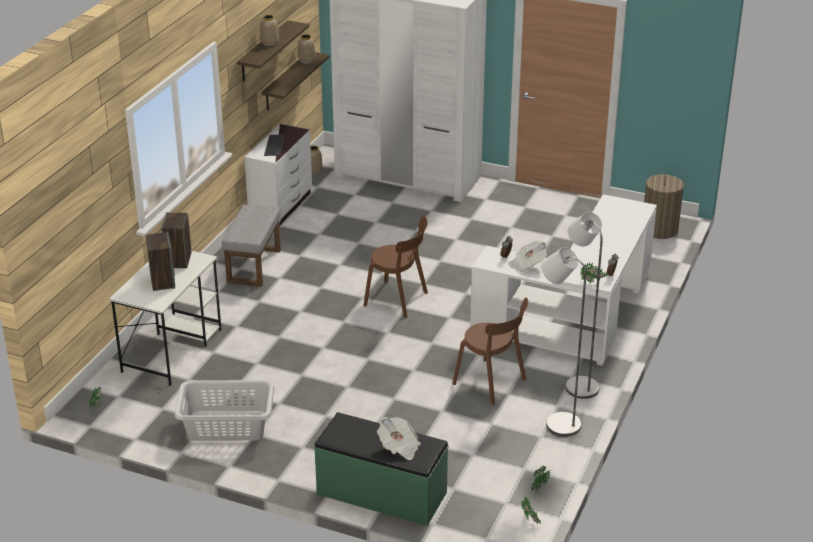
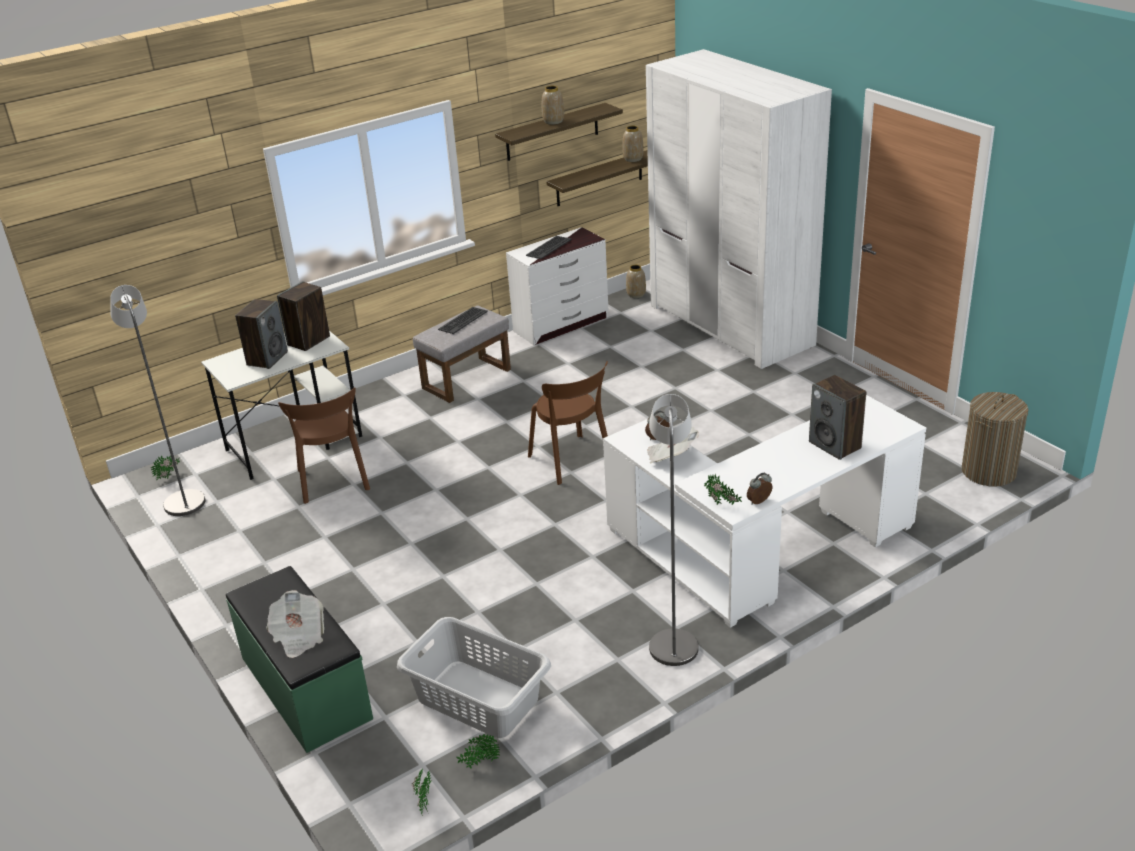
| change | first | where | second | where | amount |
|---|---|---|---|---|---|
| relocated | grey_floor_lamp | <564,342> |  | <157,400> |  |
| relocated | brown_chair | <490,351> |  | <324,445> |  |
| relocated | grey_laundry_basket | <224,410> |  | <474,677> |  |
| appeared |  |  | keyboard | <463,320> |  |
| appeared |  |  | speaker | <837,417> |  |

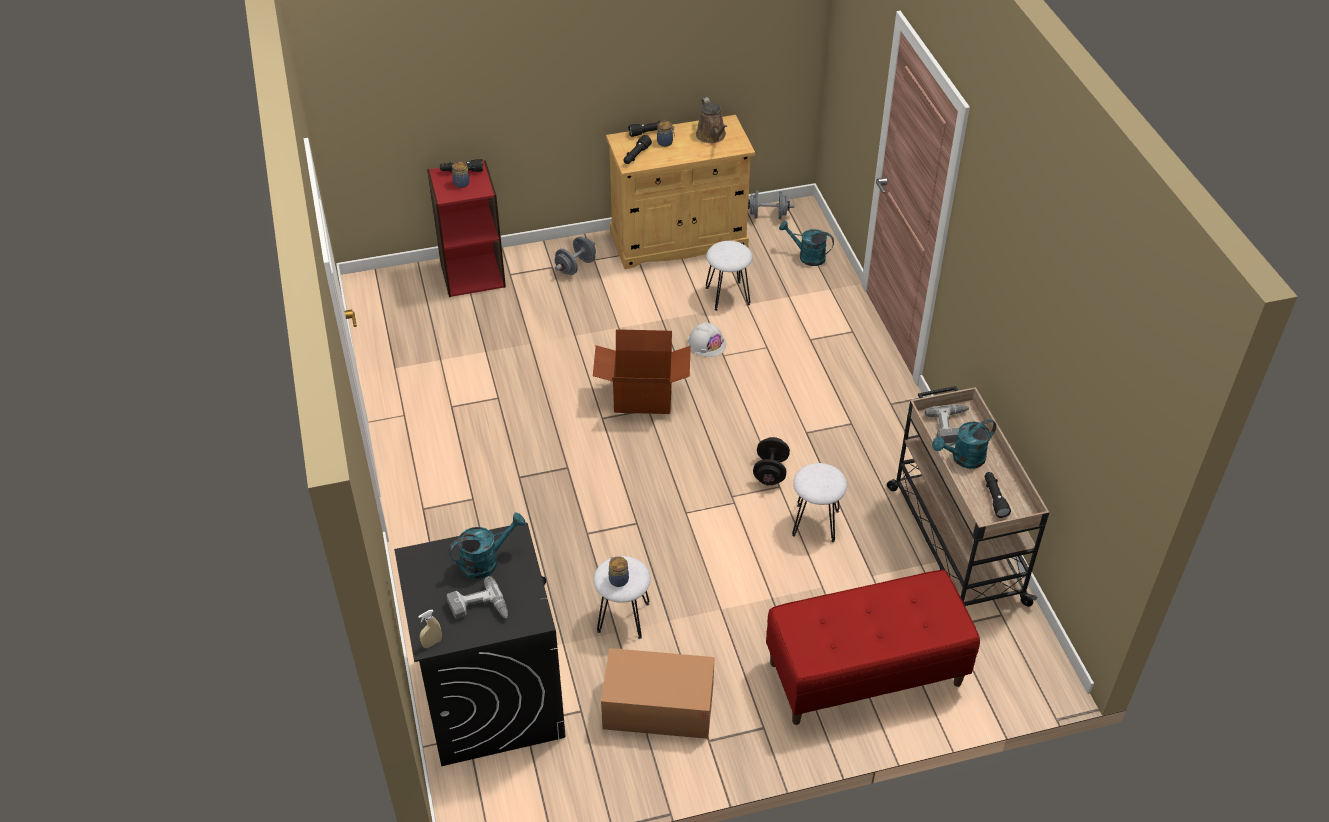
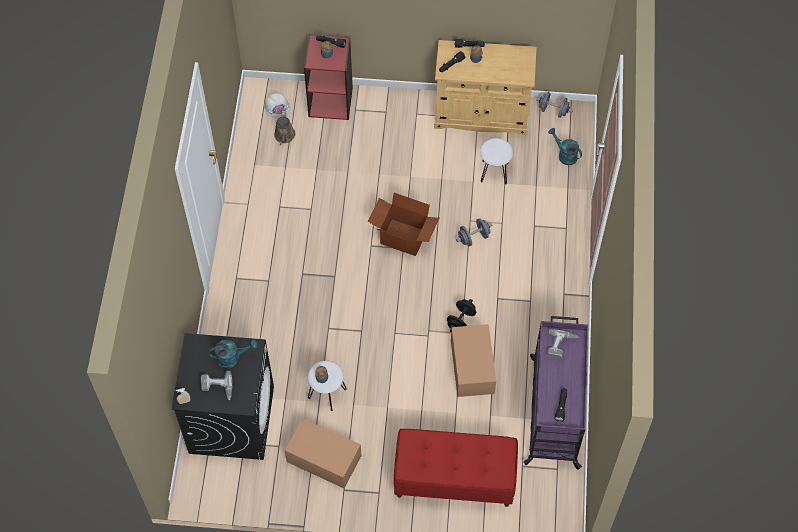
| change | first | where | second | where | amount |
|---|---|---|---|---|---|
| relocated | brown_watering_can | <711,120> |  | <284,128> |  |
| relocated | grey_dumbbell | <575,256> |  | <474,232> |  |
| relocated | white_hard_hat | <707,339> |  | <277,105> |  |
| colour | beige_cart | <968,496> | purple_cart | <556,393> |  |
| missing | turquoise_watering_can | <964,444> |  |  |  |
| exchanged | white_stool | <819,502> | cardboard_box | <473,360> |  |

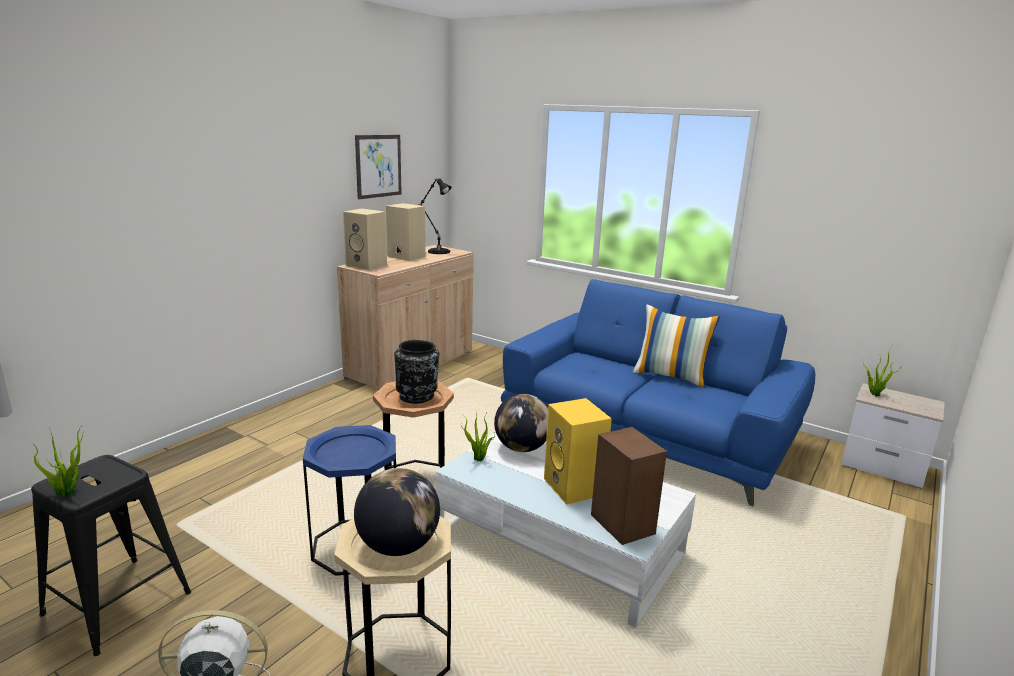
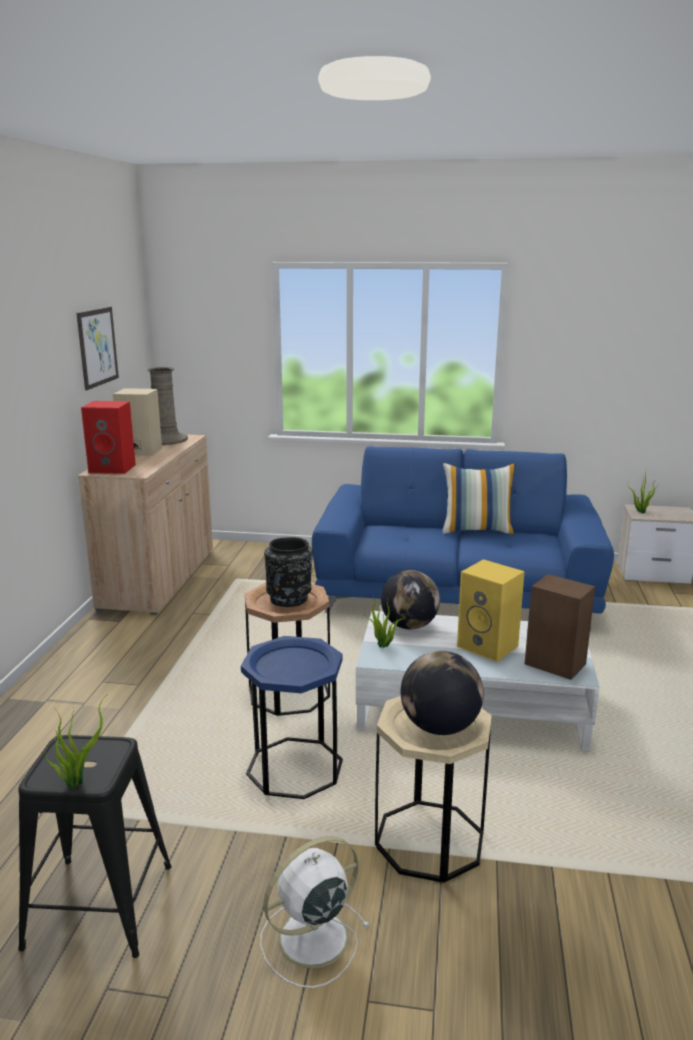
| change | first | where | second | where | amount |
|---|---|---|---|---|---|
| exchanged | black_table_lamp | <435,216> | beige_vase | <167,406> |  |
| colour | beige_speaker | <365,239> | red_speaker | <108,437> |  |

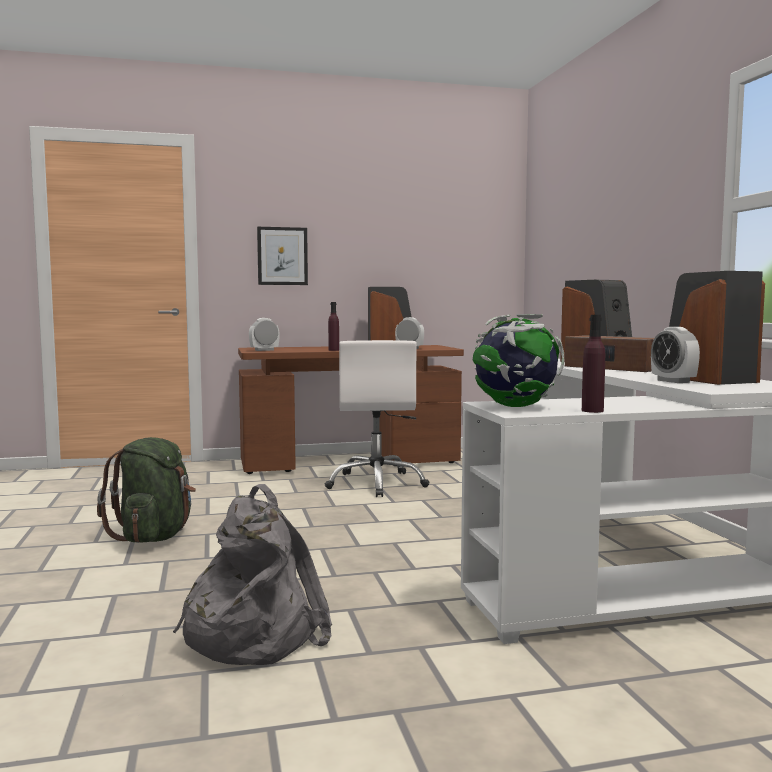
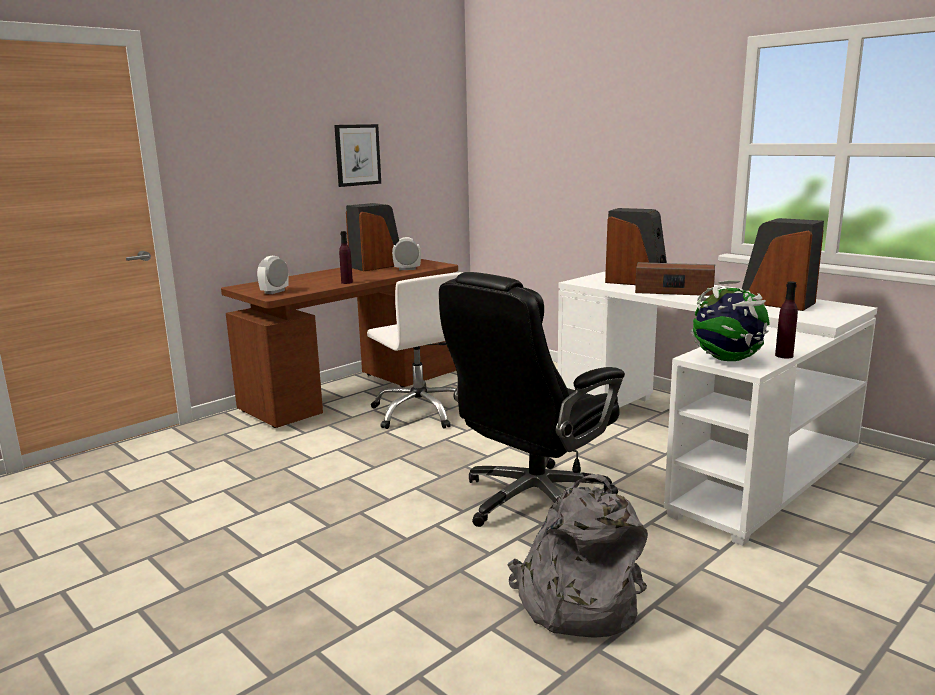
| change | first | where | second | where | amount |
|---|---|---|---|---|---|
| relocated | picture | <282,256> |  | <357,155> |  |
| missing | alarm_clock | <675,355> |  |  |  |
| missing | green_backpack | <146,490> |  |  |  |
| appeared |  |  | black_office_chair | <532,399> |  |

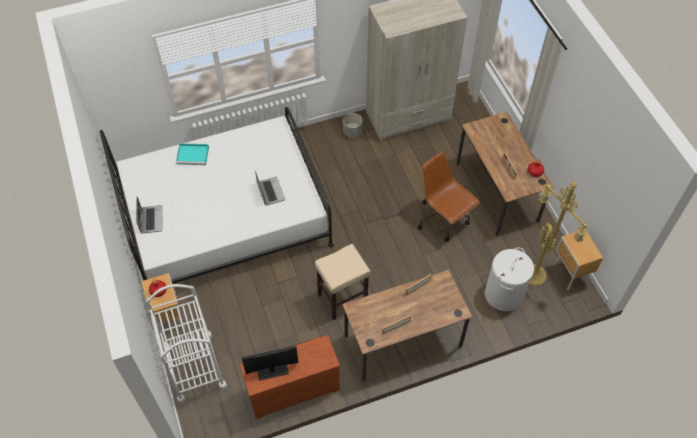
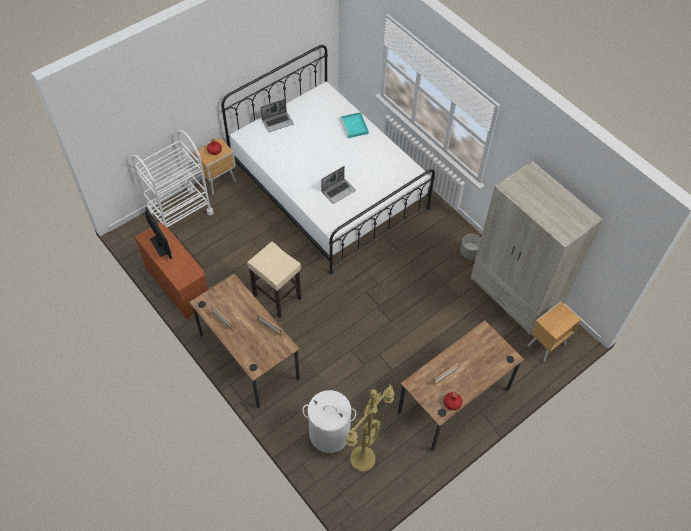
| change | first | where | second | where | amount |
|---|---|---|---|---|---|
| missing | brown_office_chair | <449,197> |  |  |  |
| relocated | brown_nightstand | <577,261> |  | <554,332> |  |

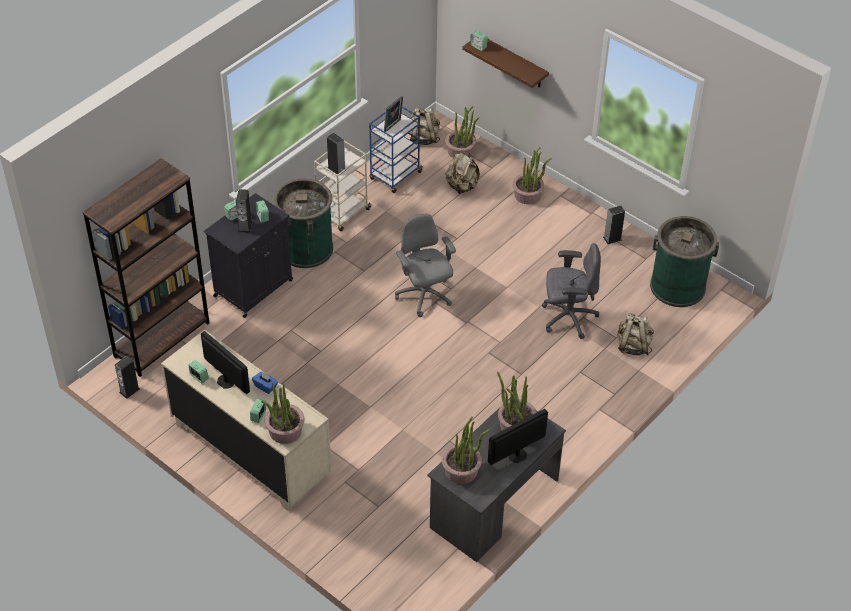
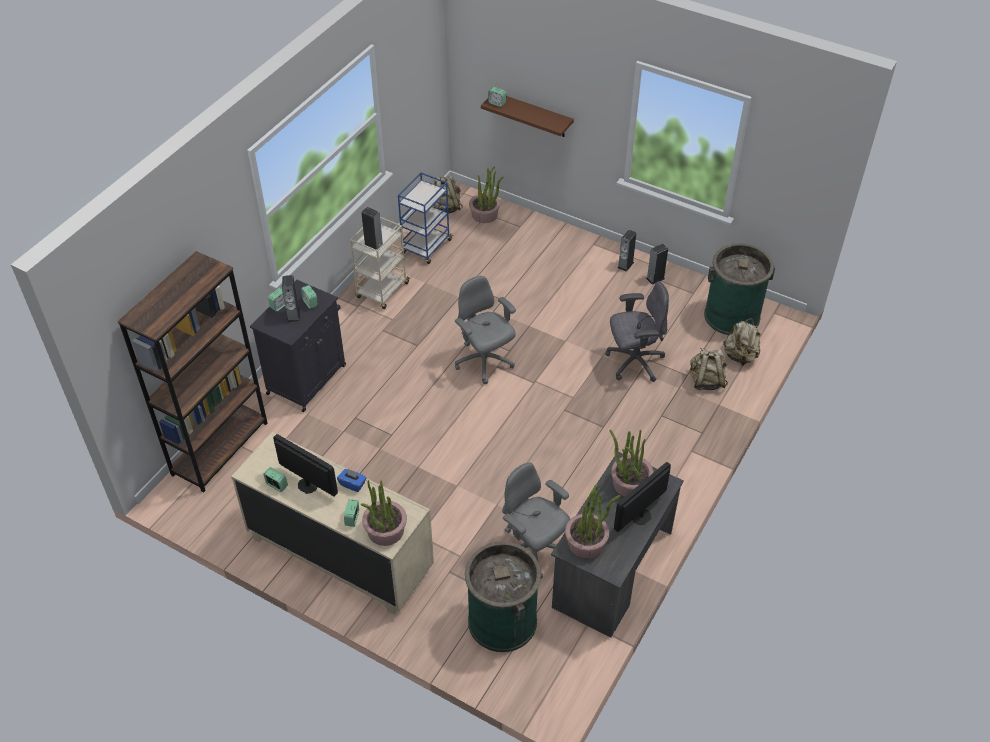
| change | first | where | second | where | amount |
|---|---|---|---|---|---|
| missing | picture_frame | <393,114> |  |  |  |
| missing | potted_plant | <532,175> |  |  |  |
| relocated | beige_backpack | <462,172> |  | <741,342> |  |
| relocated | green_trash_can | <303,223> |  | <503,596> |  |
| relocated | speaker | <127,377> |  | <627,251> |  |
| appeared |  |  | grey_office_chair | <536,520> |  |

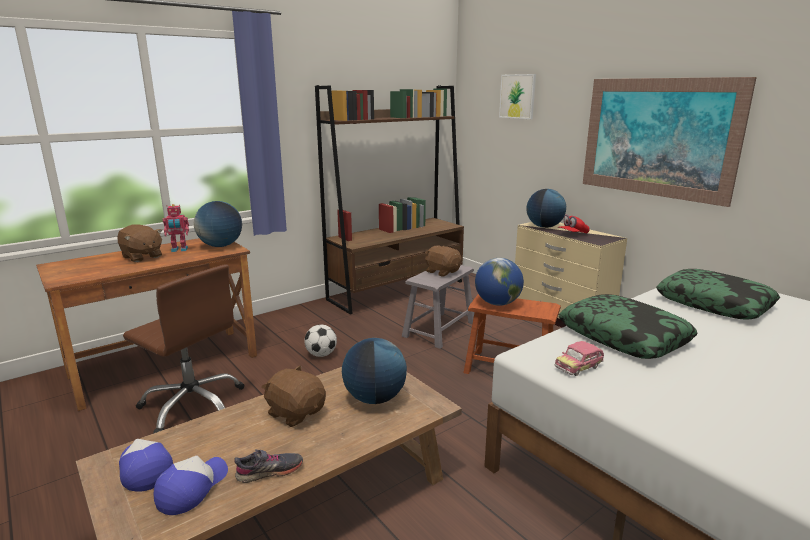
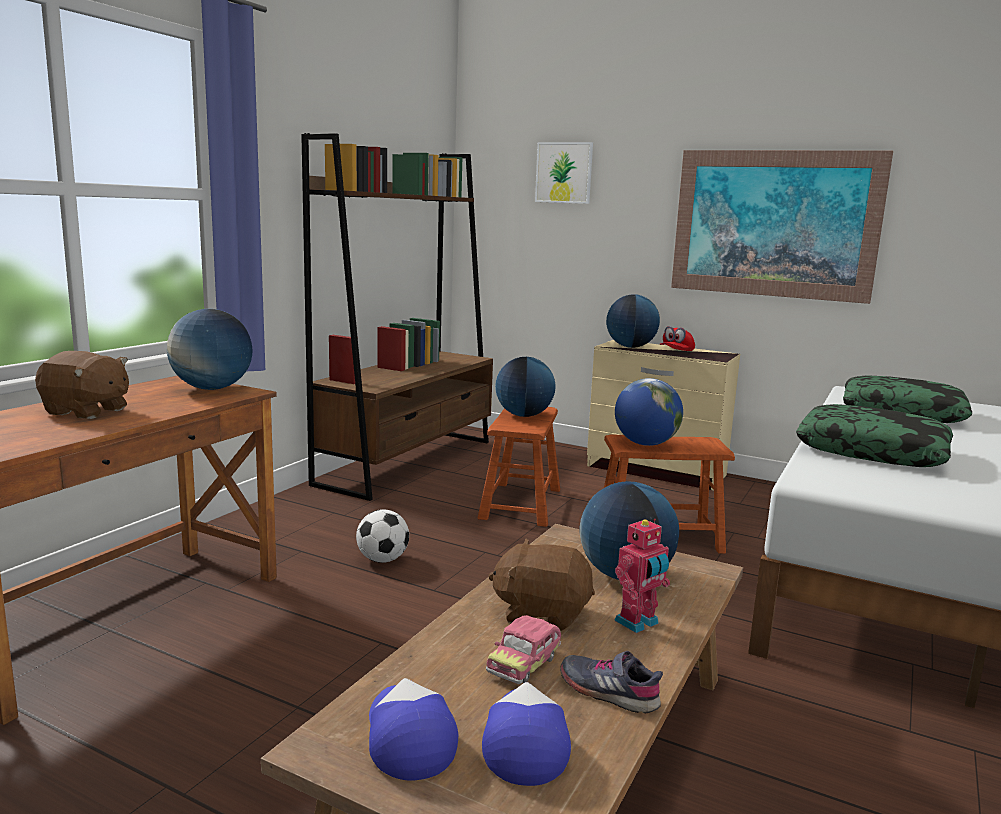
| change | first | where | second | where | amount |
|---|---|---|---|---|---|
| relocated | toy_robot | <176,228> |  | <642,576> |  |
| exchanged | brown_plush_toy | <443,261> | globe | <525,387> |  |
| missing | brown_office_chair | <183,349> |  |  |  |
| colour | grey_stool | <438,307> | brown_stool | <518,467> |  |
| relocated | toy_car | <579,358> |  | <523,649> |  |
| spun | cap | <146,465> |  | <413,729> | 45 degrees clockwise |
| spun | grey_shoe | <269,466> |  | <611,682> | 105 degrees counterclockwise |

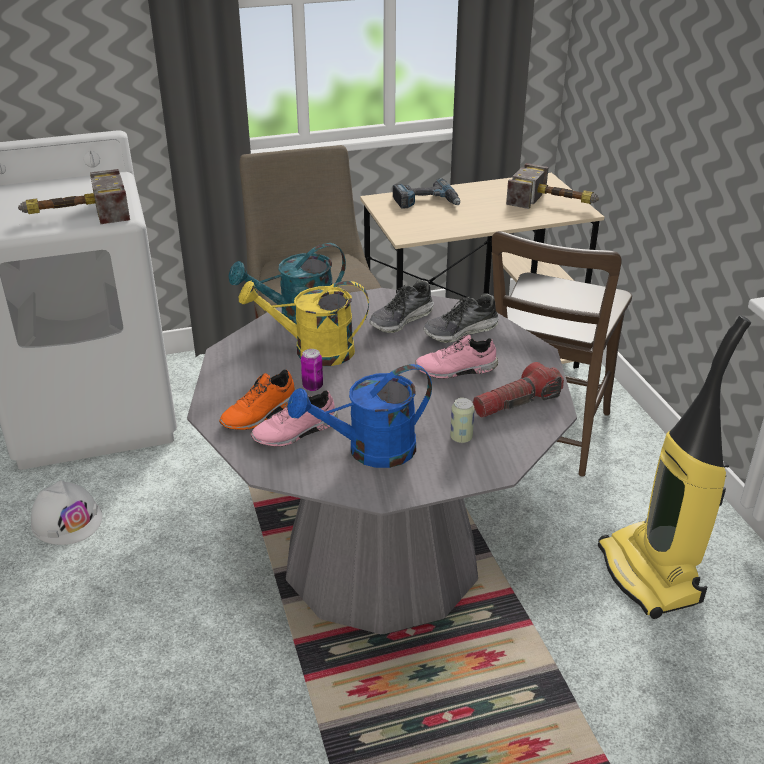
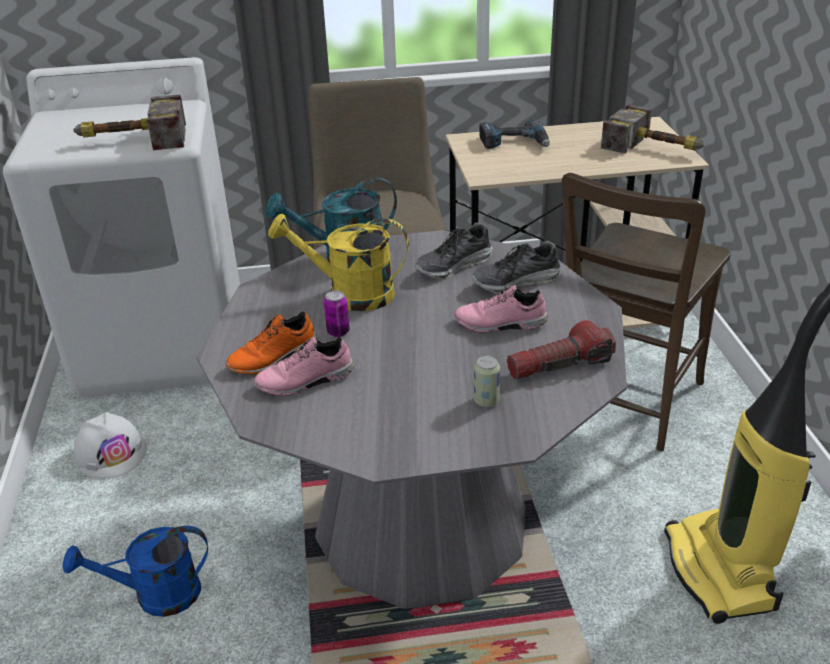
| change | first | where | second | where | amount |
|---|---|---|---|---|---|
| relocated | blue_watering_can | <360,416> |  | <135,571> |  |

